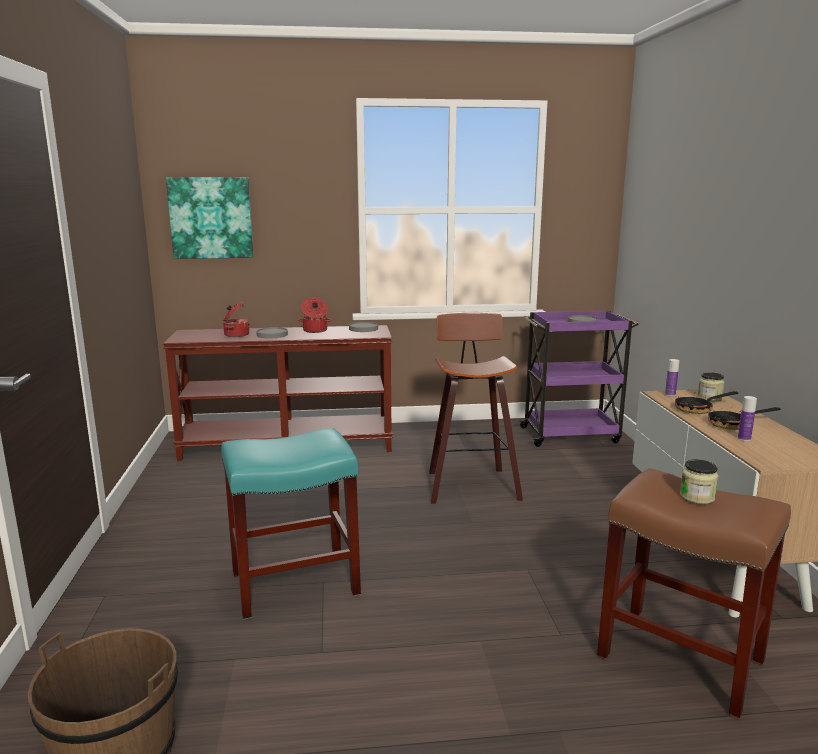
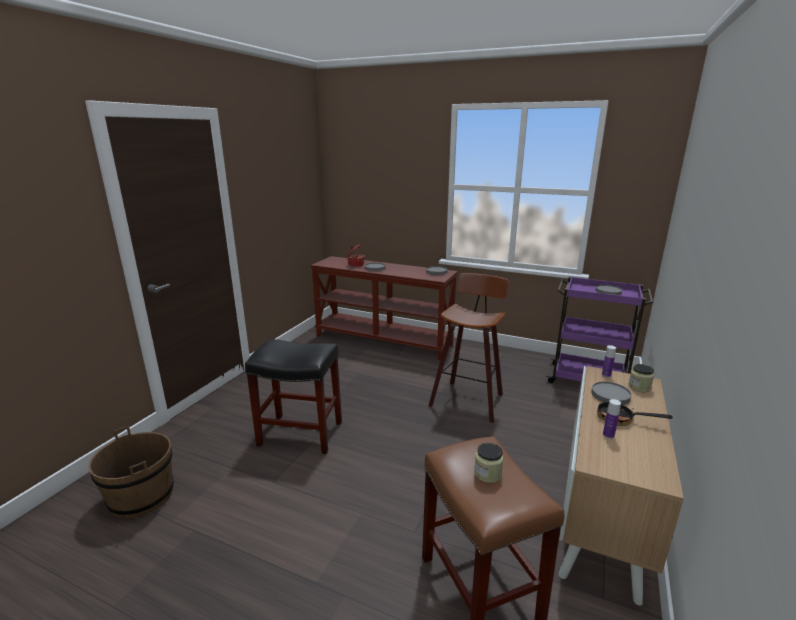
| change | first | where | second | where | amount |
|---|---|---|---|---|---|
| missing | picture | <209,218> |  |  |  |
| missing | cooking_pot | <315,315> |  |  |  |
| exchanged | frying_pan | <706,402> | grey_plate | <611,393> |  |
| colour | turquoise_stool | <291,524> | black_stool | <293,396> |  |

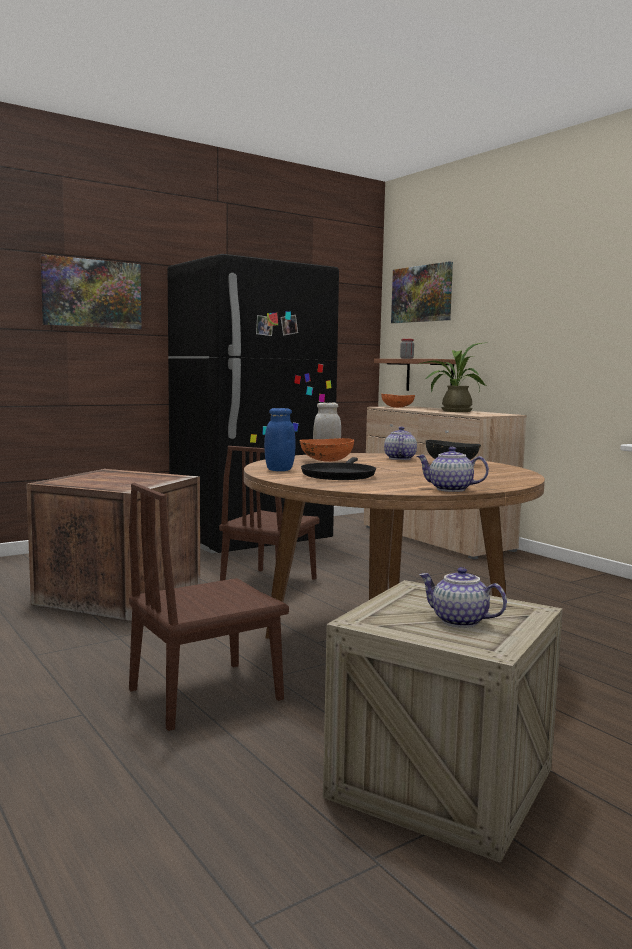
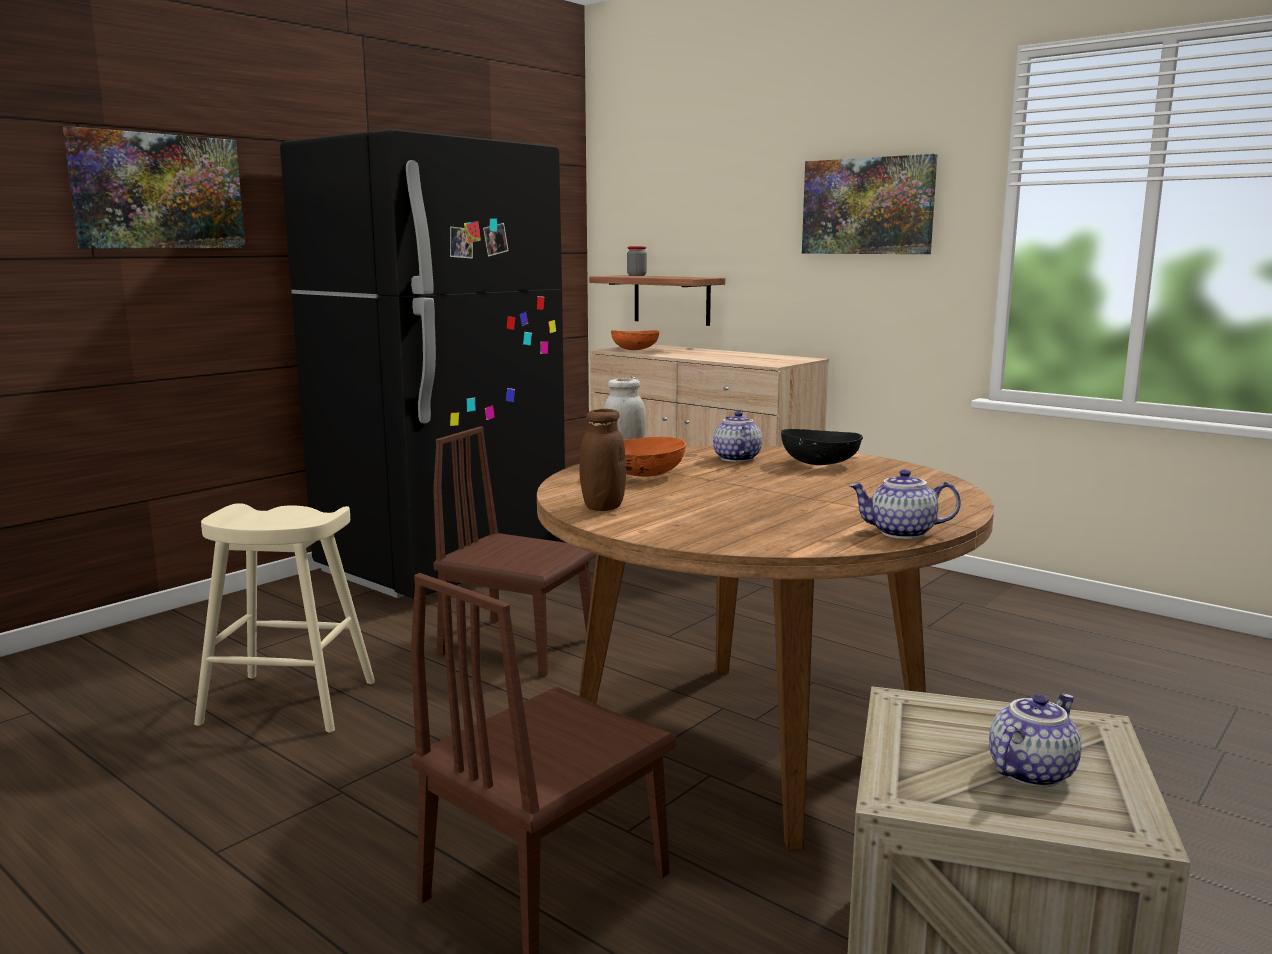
| change | first | where | second | where | amount |
|---|---|---|---|---|---|
| relocated | picture | <422,292> |  | <869,204> |  |
| missing | potted_plant | <452,377> |  |  |  |
| colour | blue_jar | <279,439> | brown_jar | <602,460> |  |
| spun | brown_chair | <269,513> |  | <514,551> | 105 degrees clockwise |
| missing | black_frying_pan | <338,468> |  |  |  |
| exchanged | crate | <113,545> | beige_stool | <284,618> |  |
| spun | teapot | <463,597> |  | <1035,740> | 120 degrees clockwise |

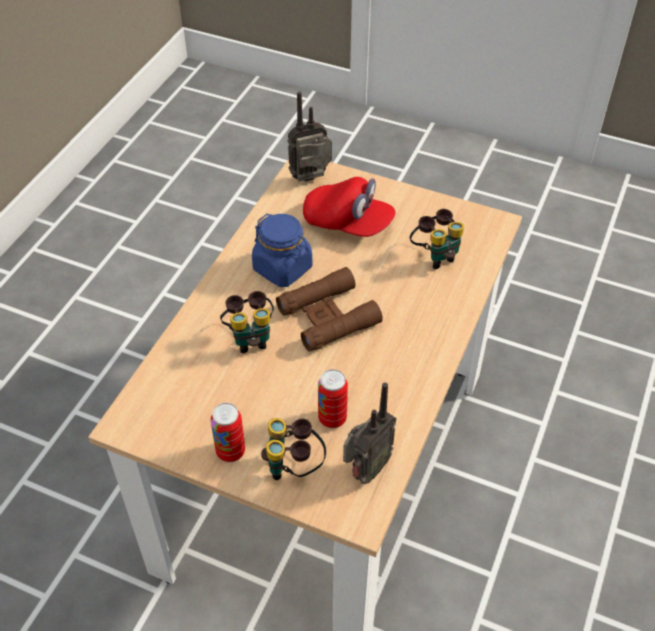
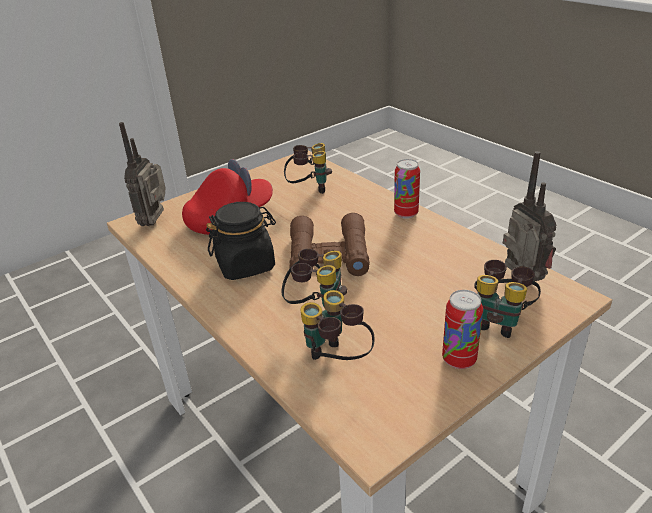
| change | first | where | second | where | amount |
|---|---|---|---|---|---|
| colour | blue_jar | <282,250> | black_jar | <241,241> |  |
| relocated | can | <333,398> |  | <407,189> |  |
| appeared |  |  | binoculars | <338,325> |  |

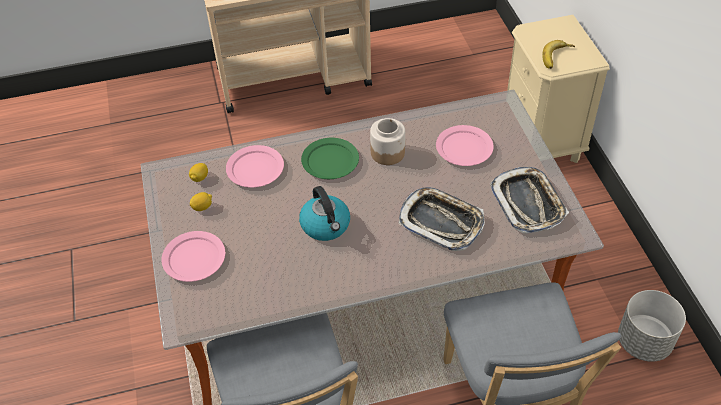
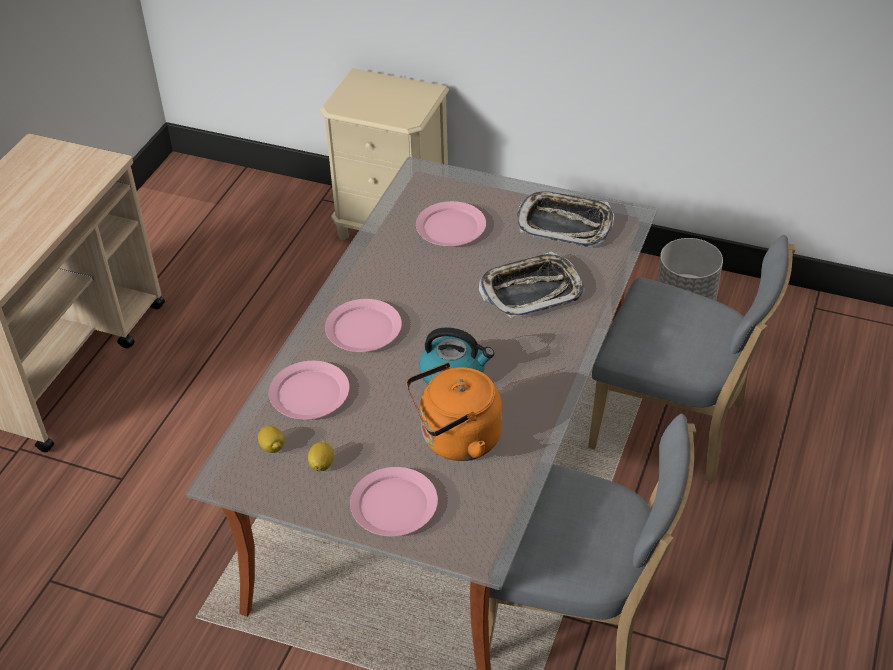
| change | first | where | second | where | amount |
|---|---|---|---|---|---|
| missing | banana | <558,54> |  |  |  |
| missing | jar | <387,141> |  |  |  |
| colour | green_plate | <330,158> | pink_plate | <363,325> |  |
| appeared |  |  | orange_kettle | <454,411> |  |

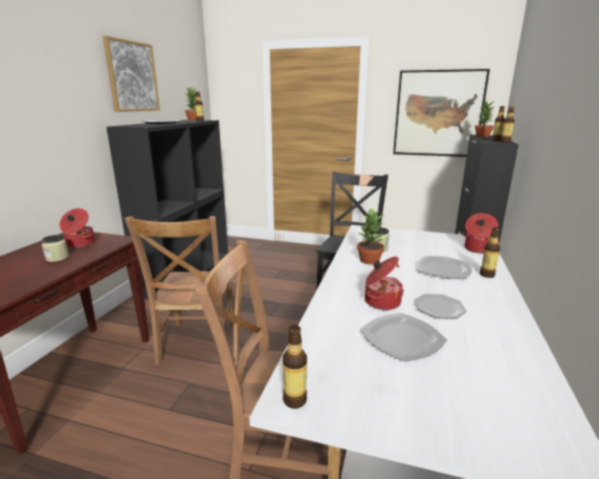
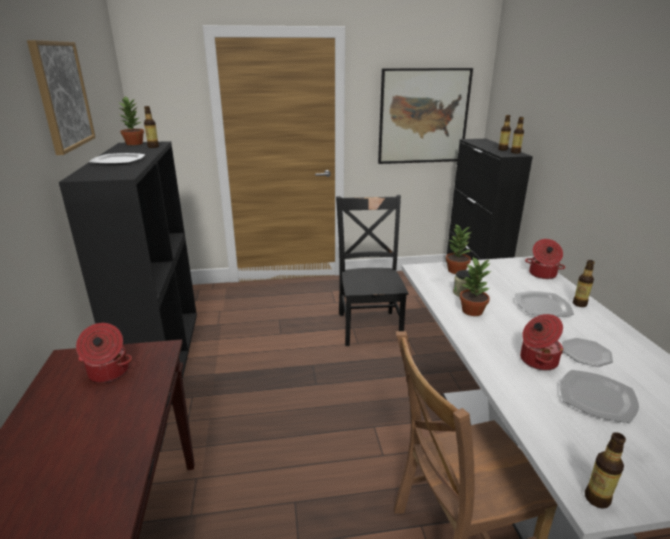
| change | first | where | second | where | amount |
|---|---|---|---|---|---|
| relocated | potted_plant | <485,118> |  | <458,249> |  |
| missing | brown_chair | <179,290> |  |  |  |
| missing | jar | <55,248> |  |  |  |

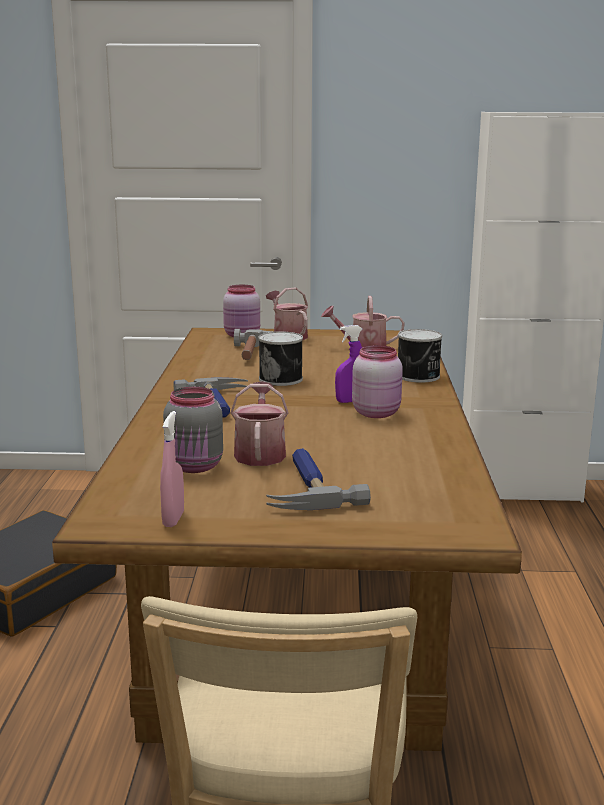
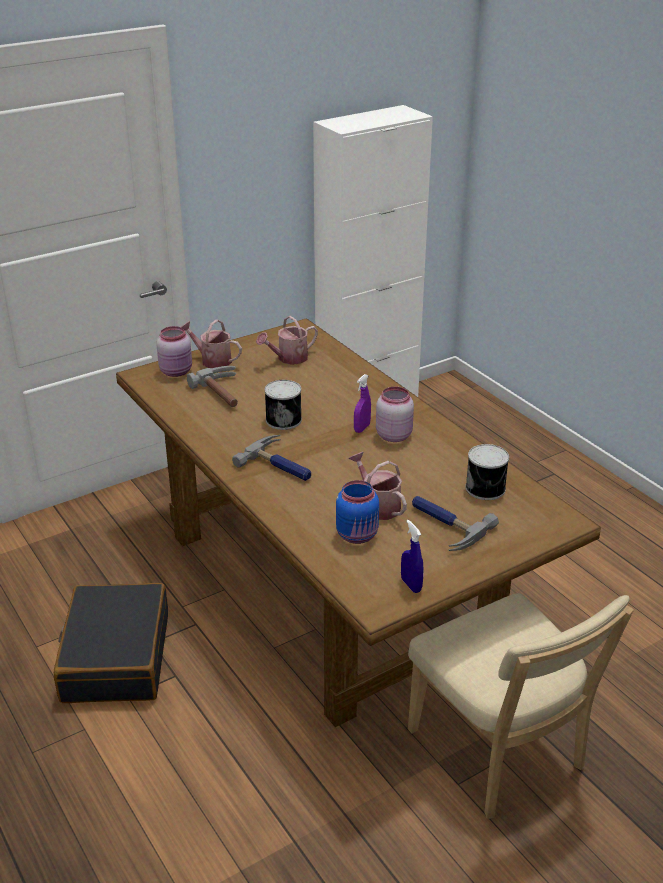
| change | first | where | second | where | amount |
|---|---|---|---|---|---|
| relocated | can | <420,356> |  | <487,472> |  |
| colour | grey_jar | <193,430> | blue_jar | <357,512> |  |
| colour | pink_spray_bottle | <172,469> | blue_spray_bottle | <412,556> |  |

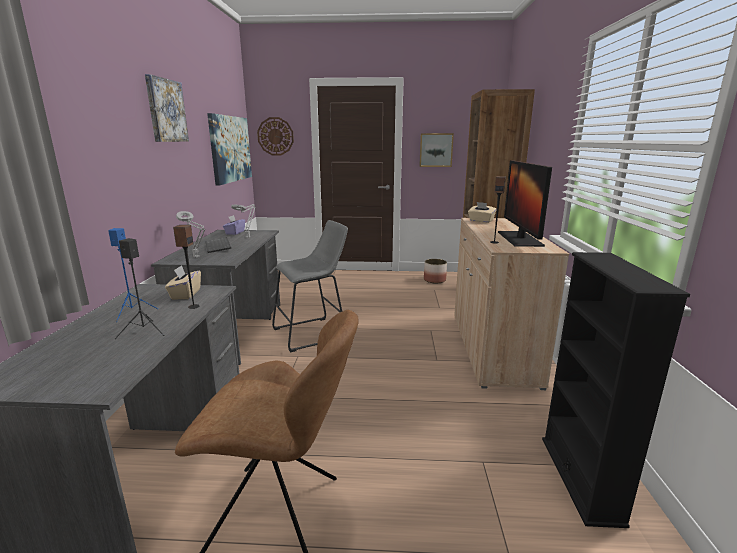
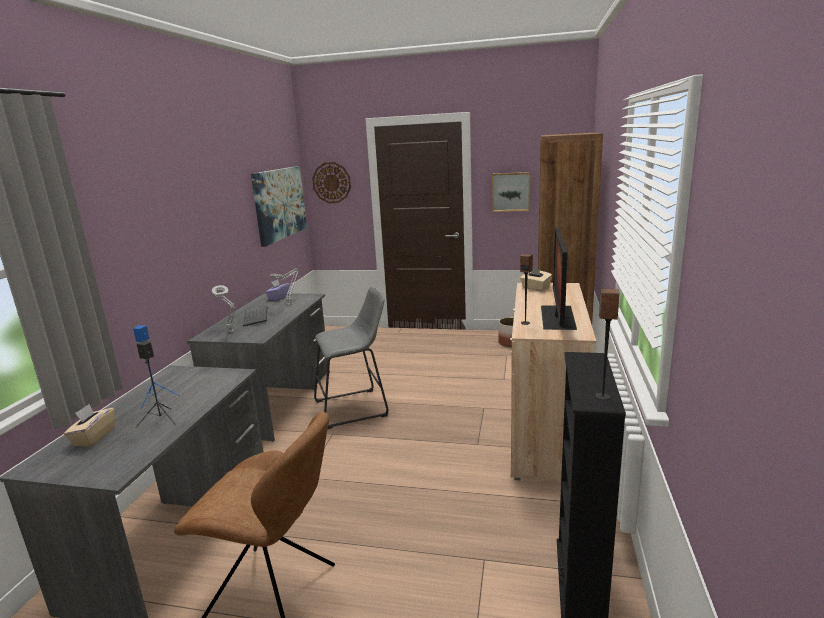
| change | first | where | second | where | amount |
|---|---|---|---|---|---|
| missing | picture | <167,108> |  |  |  |
| relocated | speaker | <186,267> |  | <607,344> |  |
| relocated | beige_tissue_box | <183,282> |  | <89,425> |  |

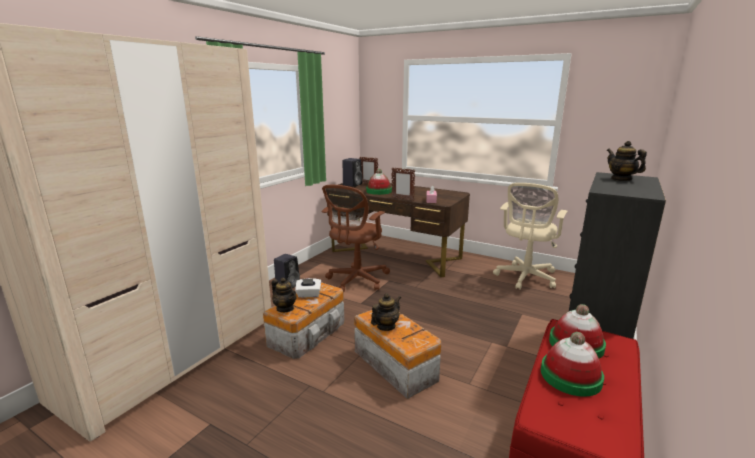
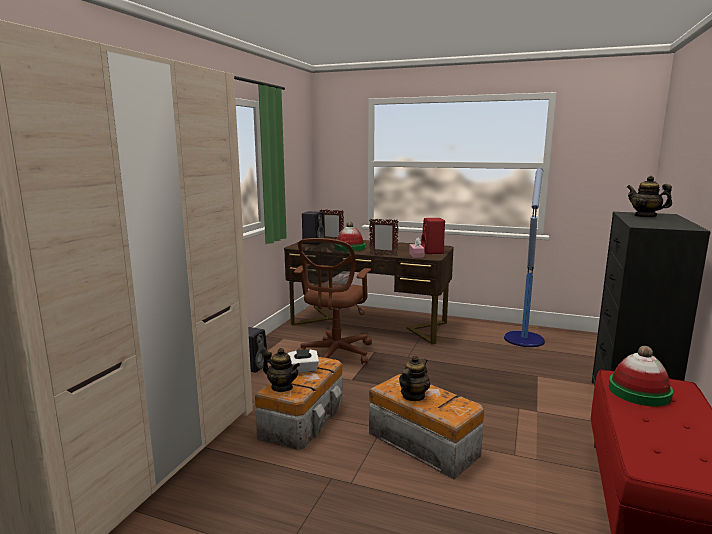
| change | first | where | second | where | amount |
|---|---|---|---|---|---|
| exchanged | beige_office_chair | <530,236> | floor_lamp | <524,257> |  |
| missing | hat | <572,364> |  |  |  |
| appeared |  |  | red_speaker | <433,236> |  |

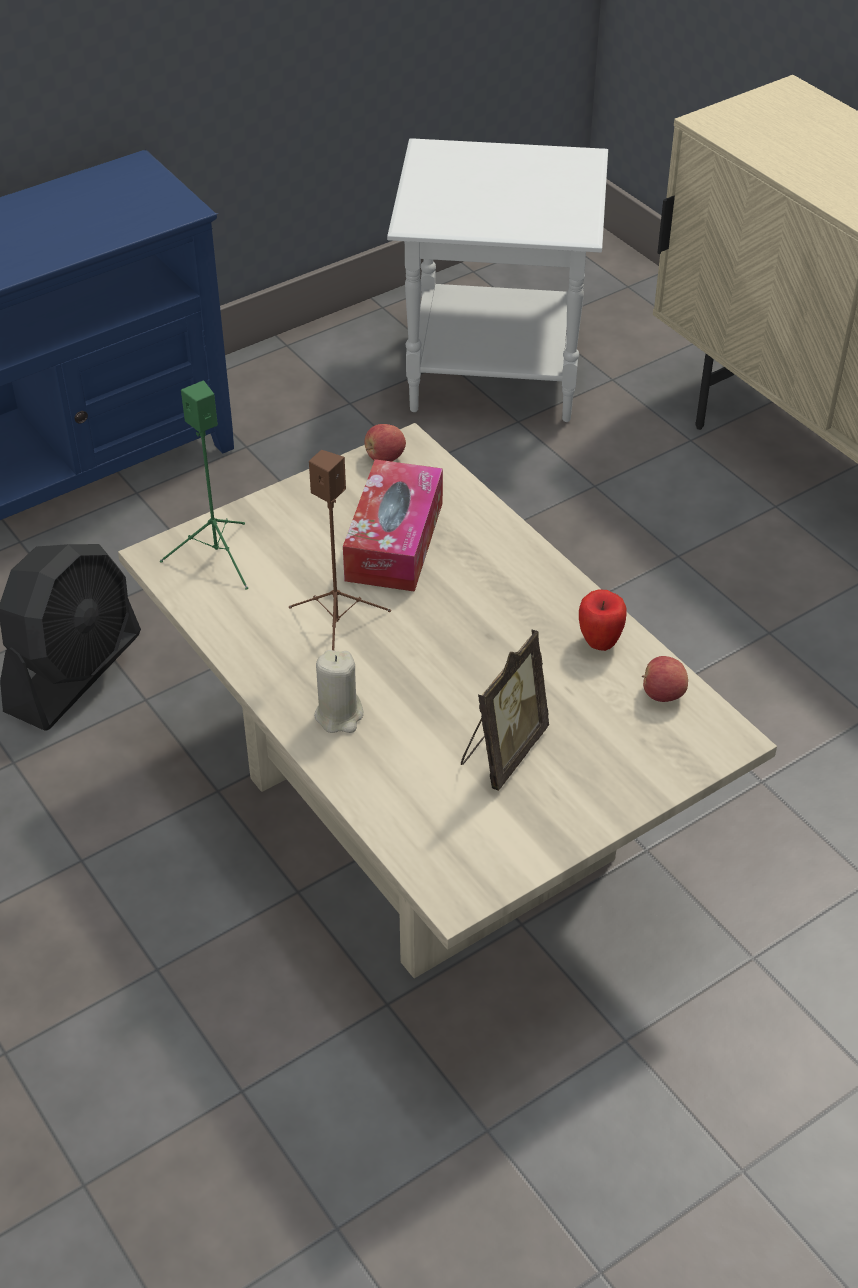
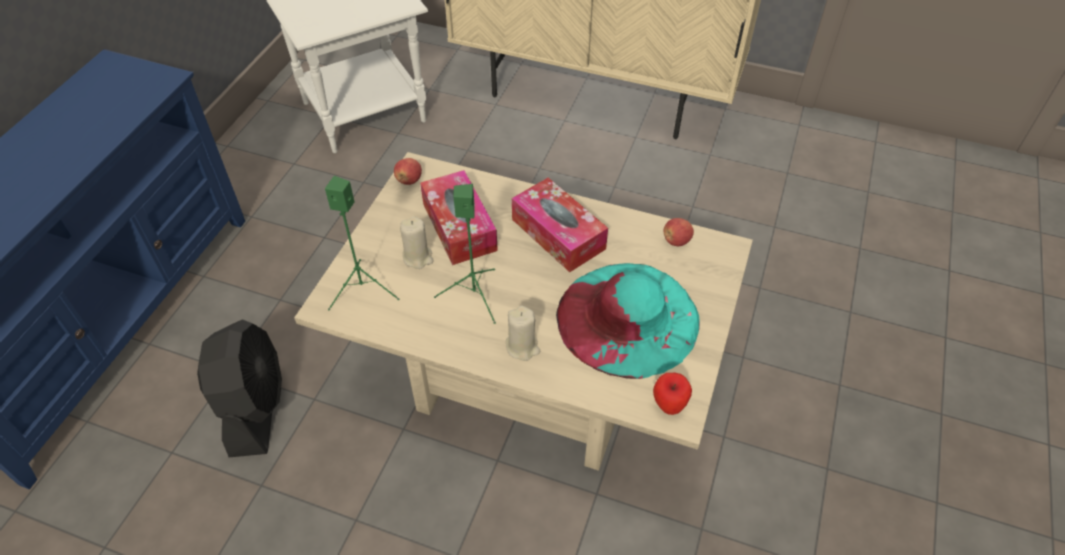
| change | first | where | second | where | amount |
|---|---|---|---|---|---|
| colour | brown_speaker | <340,550> | green_speaker | <465,254> |  |
| relocated | apple | <602,620> |  | <672,394> |  |
| exchanged | picture_frame | <505,710> | turquoise_hat | <628,321> |  |
| appeared |  |  | tissue_box | <560,225> |  |
| appeared |  |  | beige_candle | <417,242> |  |

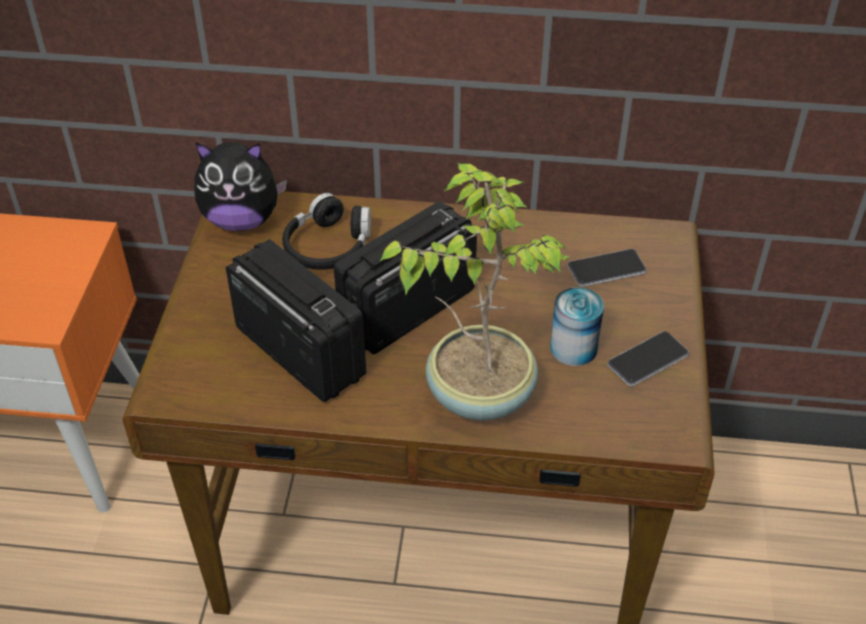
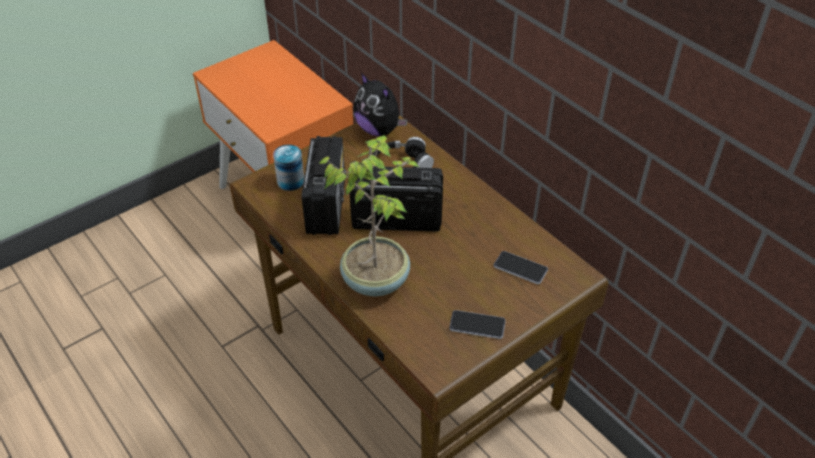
| change | first | where | second | where | amount |
|---|---|---|---|---|---|
| relocated | can | <577,326> |  | <288,167> |  |

